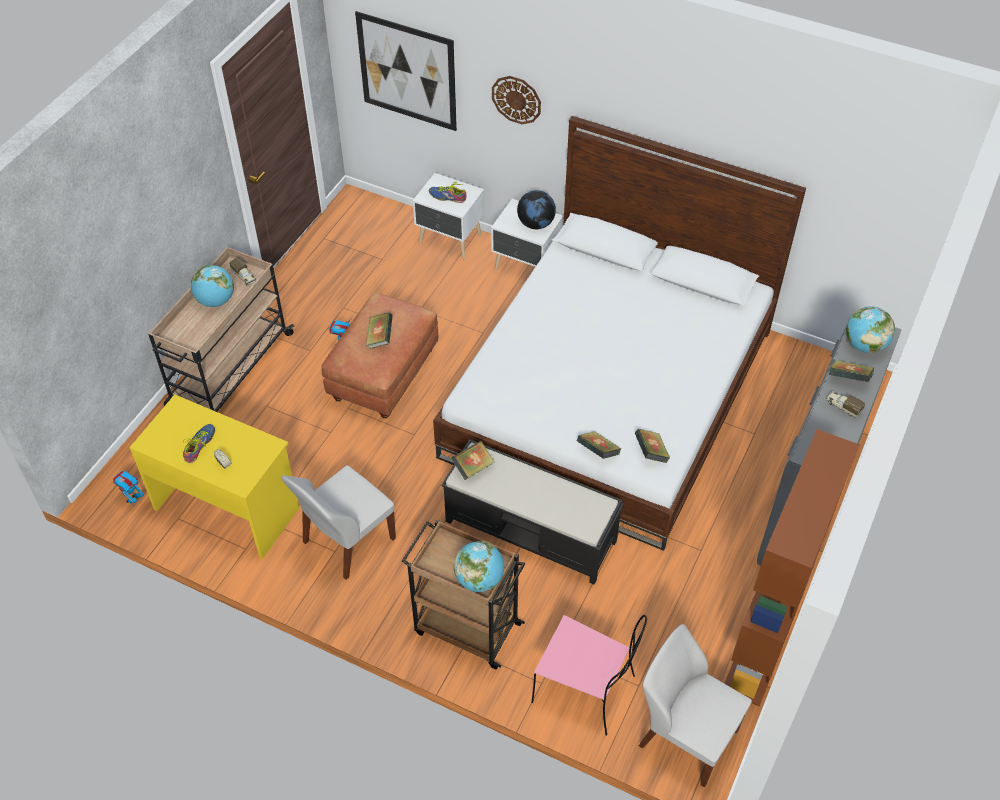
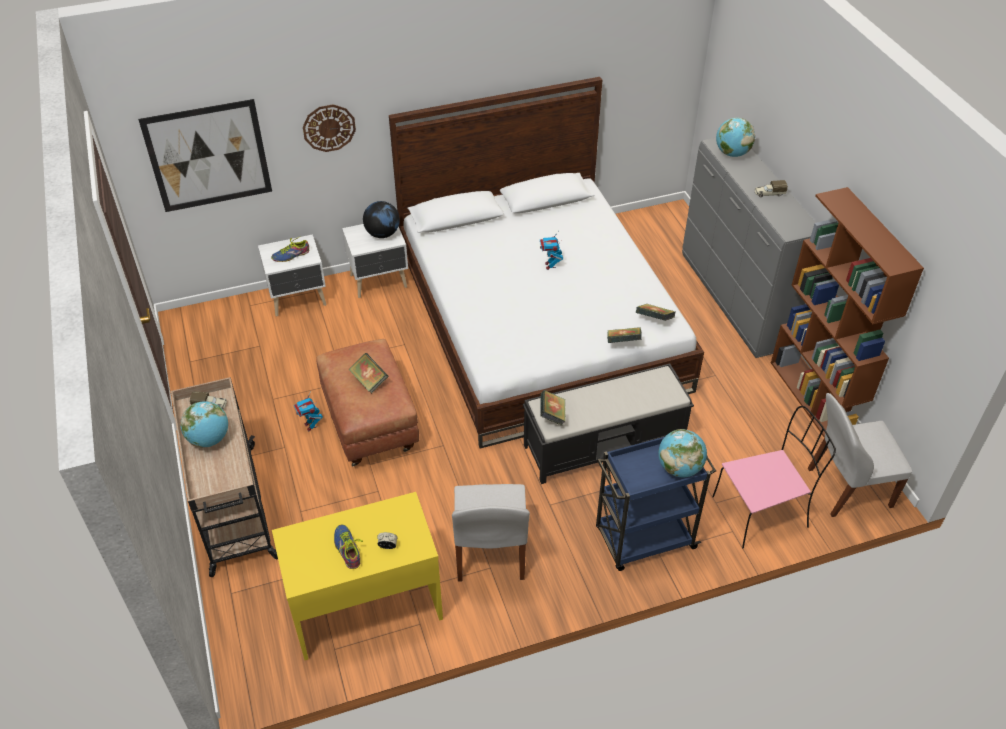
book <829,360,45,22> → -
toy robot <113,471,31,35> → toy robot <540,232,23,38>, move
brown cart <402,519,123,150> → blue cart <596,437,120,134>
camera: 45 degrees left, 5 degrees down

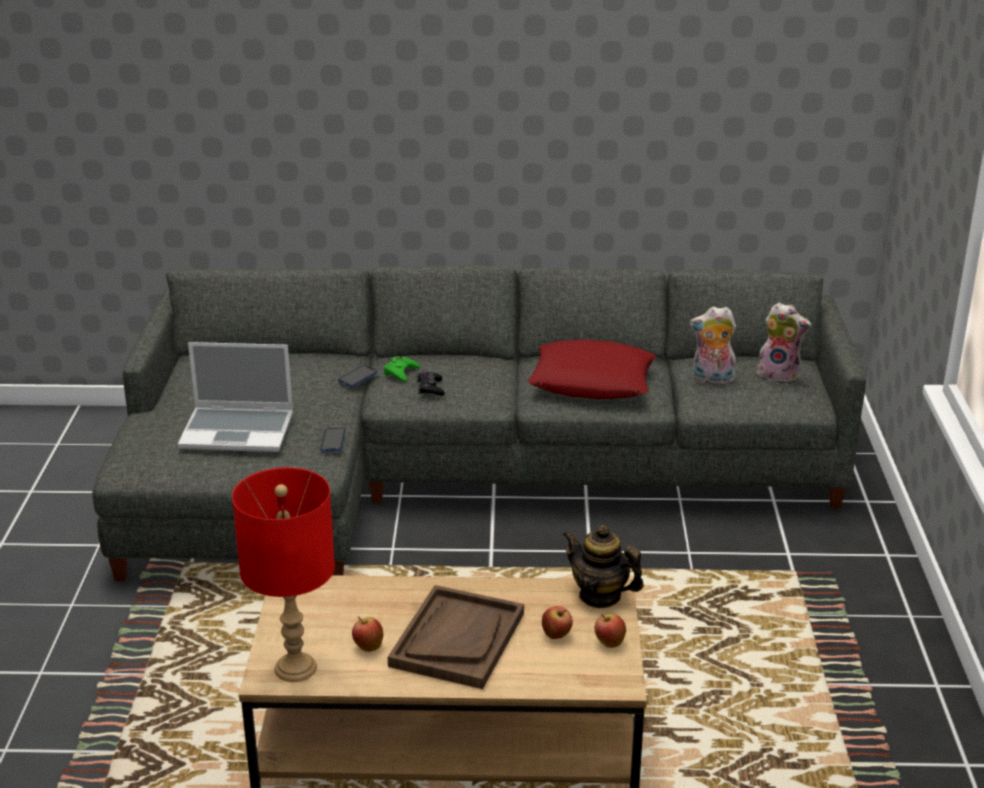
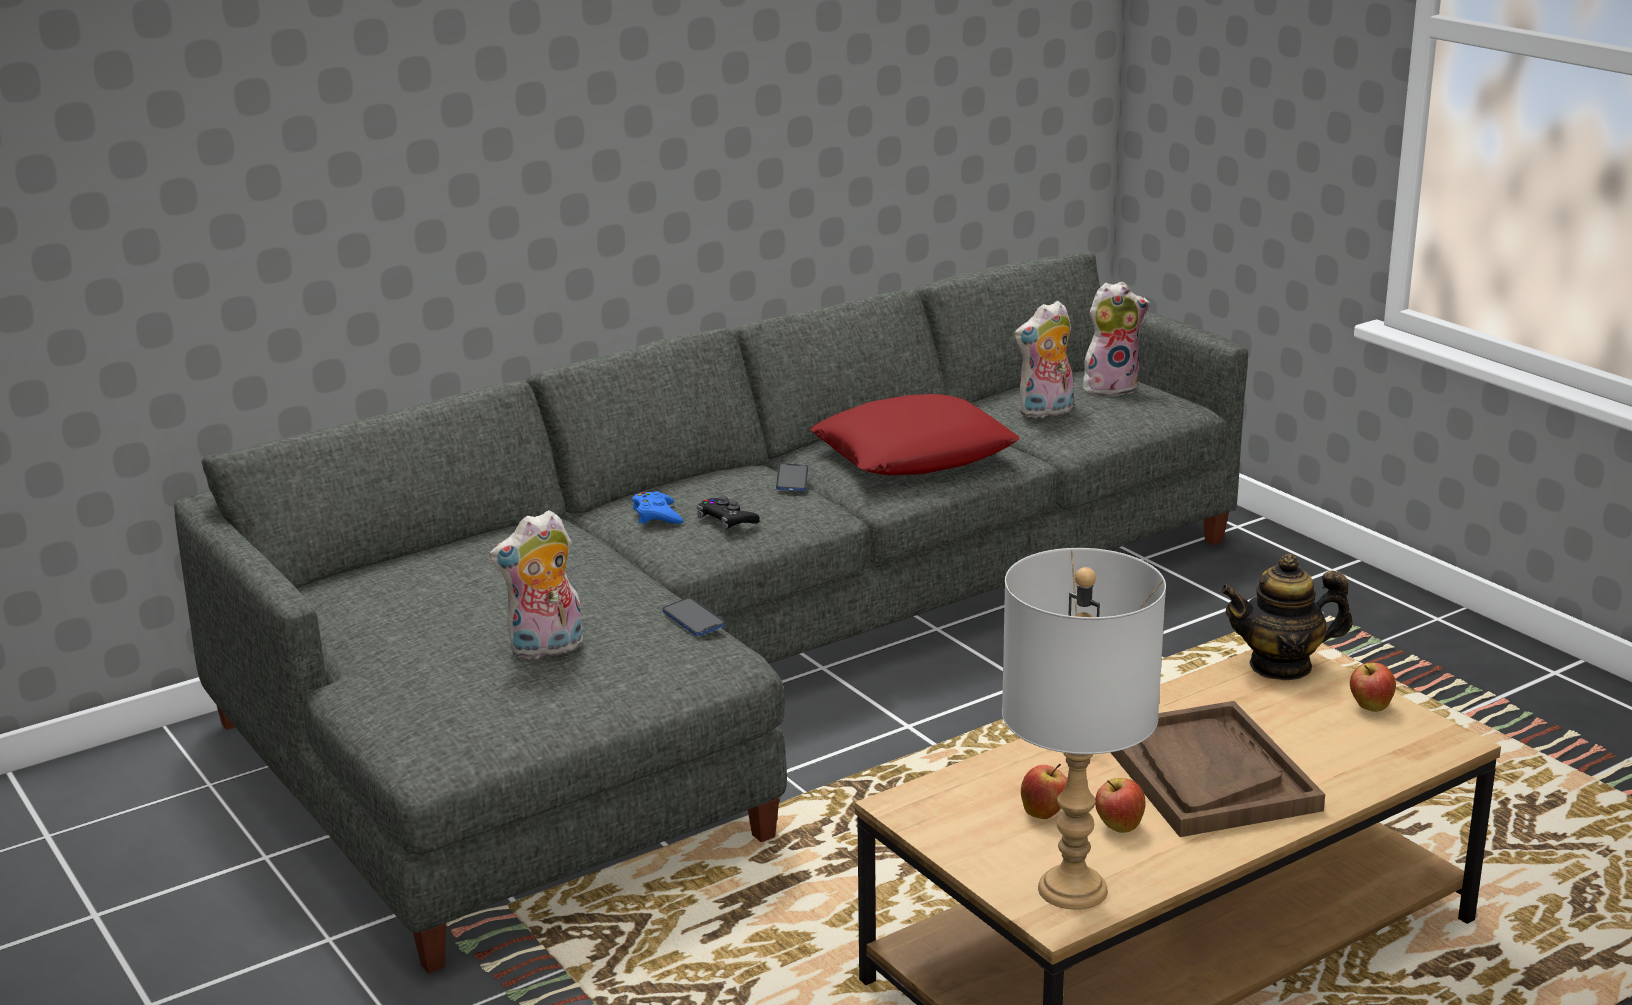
phone <338,365,39,22> → phone <776,463,32,28>, move
apple <542,606,31,33> → apple <1021,764,46,55>, move
laptop <178,342,115,110> → plush toy <489,510,94,150>
red table lamp <232,467,103,215> → grey table lamp <1002,548,164,362>
green game controller <384,356,36,26> → blue game controller <632,491,52,33>
camera: 35 degrees left, 5 degrees down

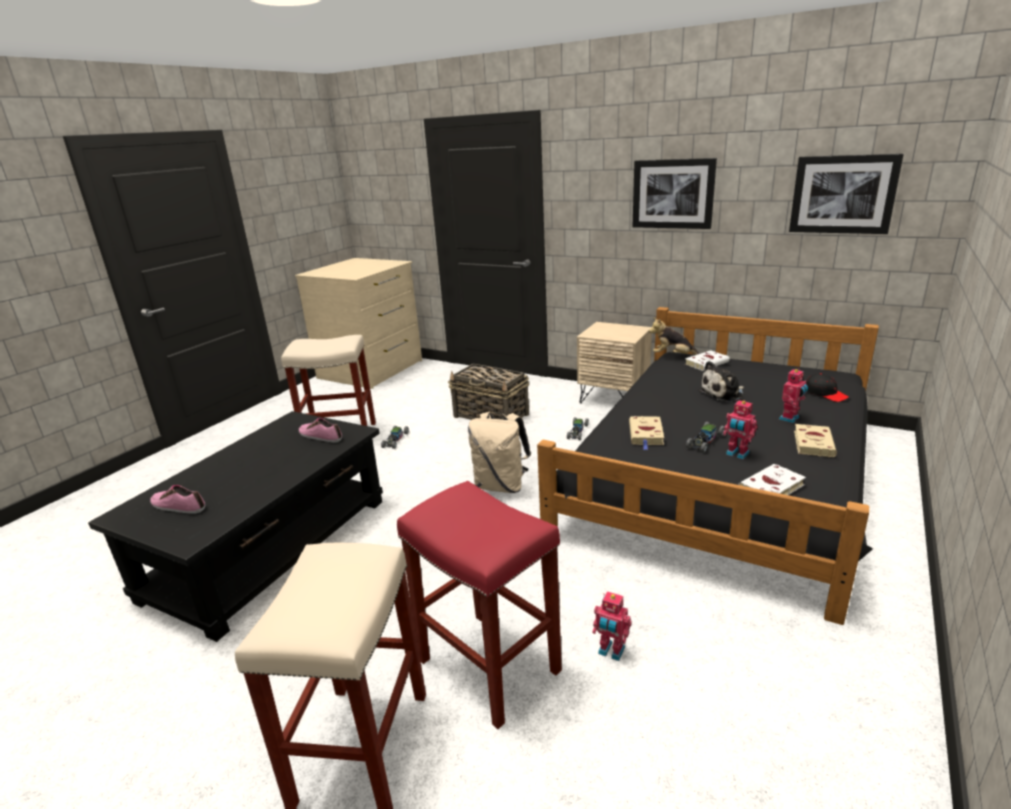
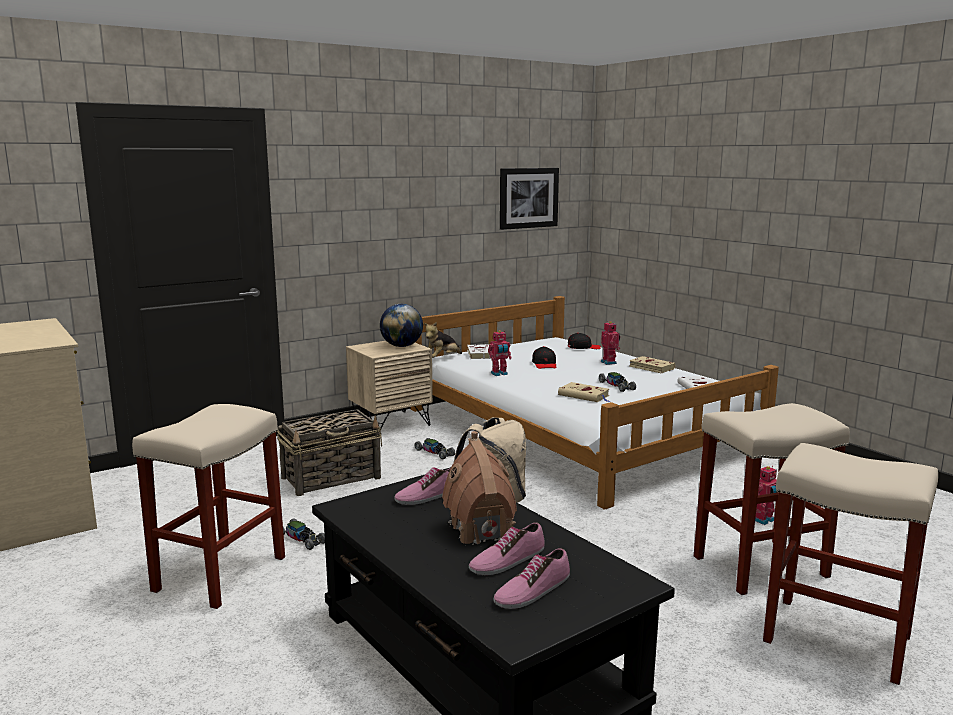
picture <633,158,84,71> → -
- → globe <380,304,43,43>
- → toy house <442,431,75,114>
- → shoe <469,523,76,52>
toy robot <723,400,34,59> → toy robot <488,330,24,46>, move
plush toy <698,361,46,41> → black cap <532,346,24,23>
red stool <397,481,165,248> → beige stool <694,403,156,192>
black bed <537,307,342,318> → white bed <410,296,369,214>
camera: 65 degrees left, 10 degrees down

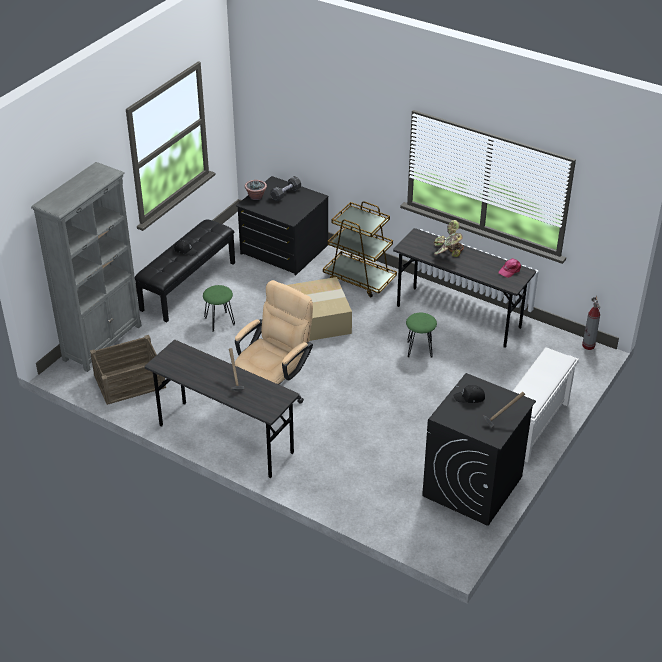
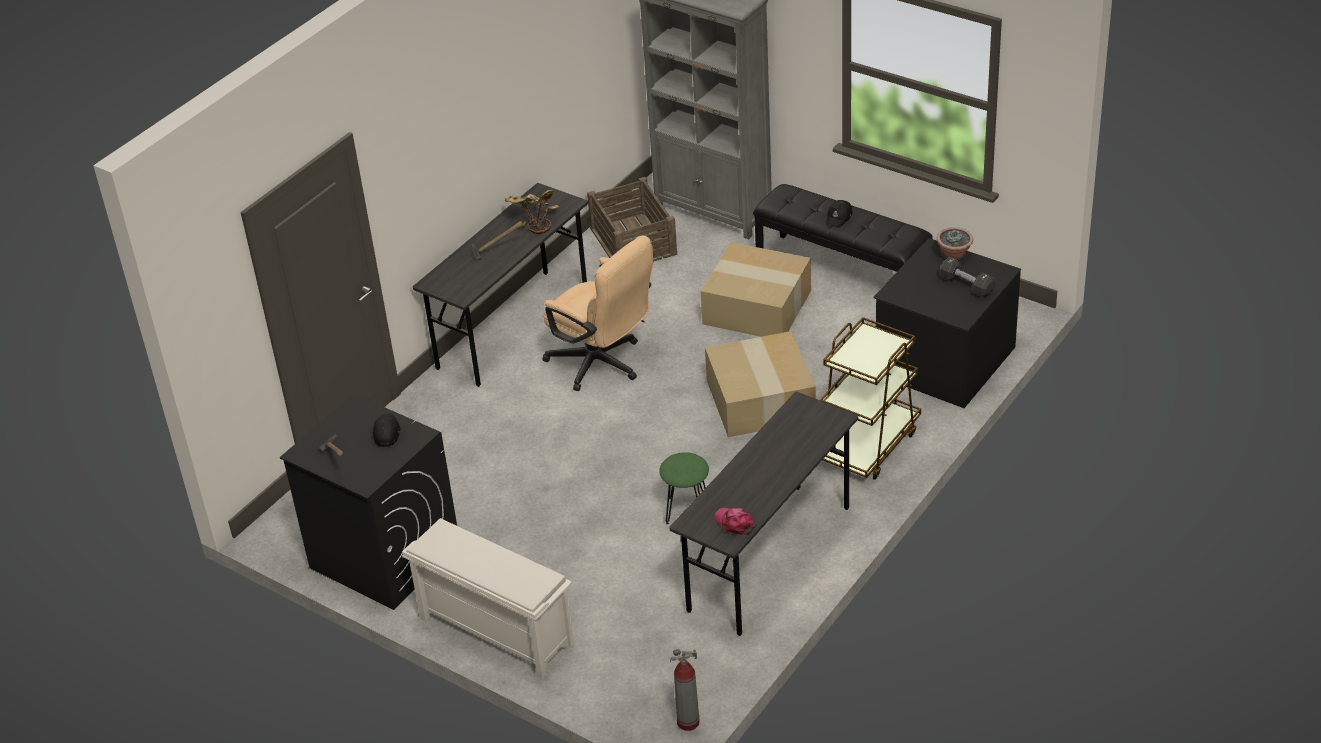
potted plant <434,220,30,37> → potted plant <505,190,54,44>, move
green stool <203,285,32,47> → cardboard box <701,242,110,95>
camera: 95 degrees right, 0 degrees up

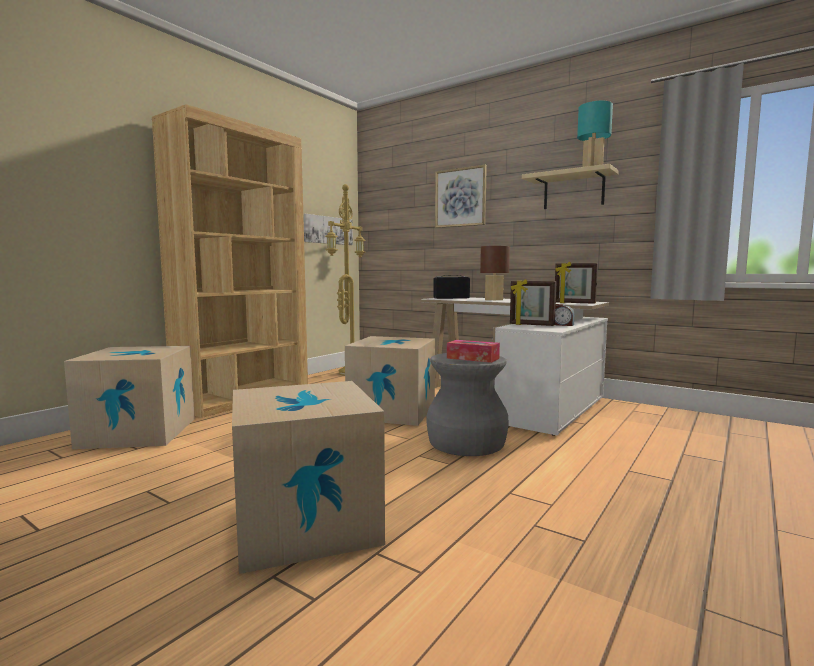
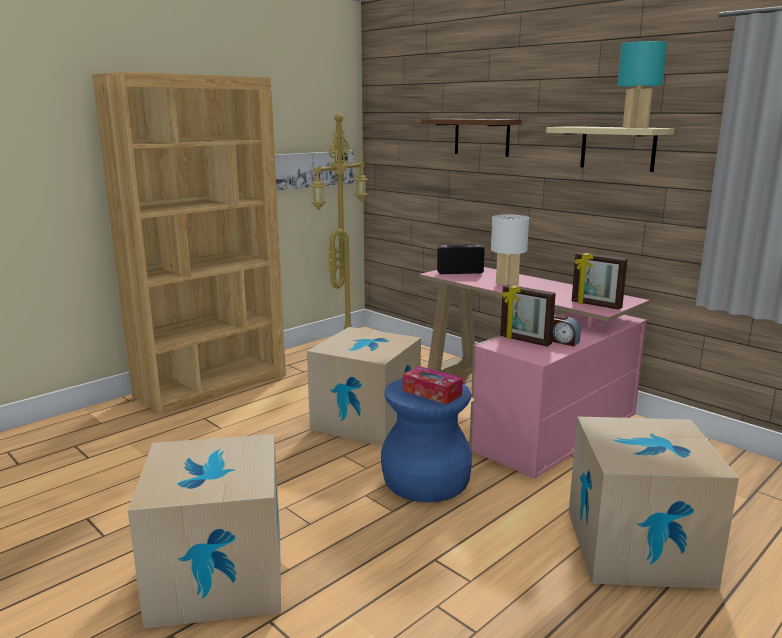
cardboard box <64,346,131,103> → cardboard box <569,416,170,173>, move
picture <435,165,52,63> → brown shelf <421,119,101,38>
white desk <420,297,189,139> → pink desk <420,267,230,212>
grey stool <426,353,82,103> → blue stool <381,378,91,124>
brown table lamp <480,246,30,55> → white table lamp <491,214,38,72>
camera: 10 degrees right, 10 degrees up

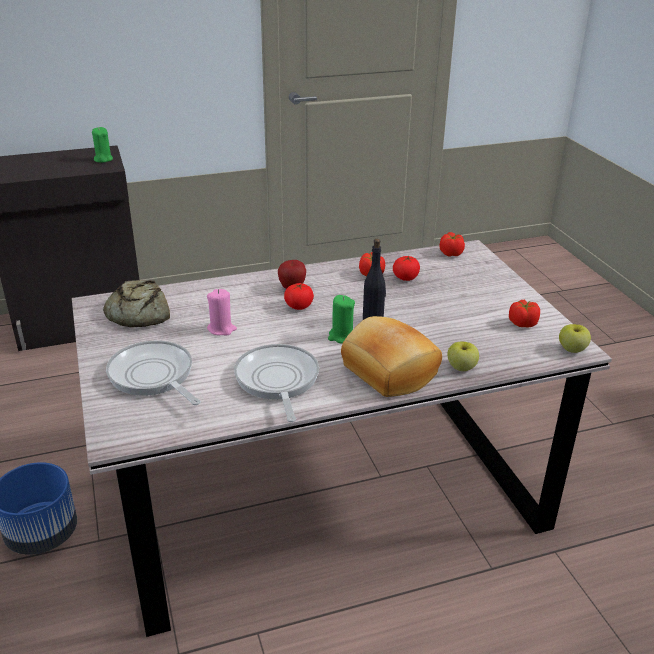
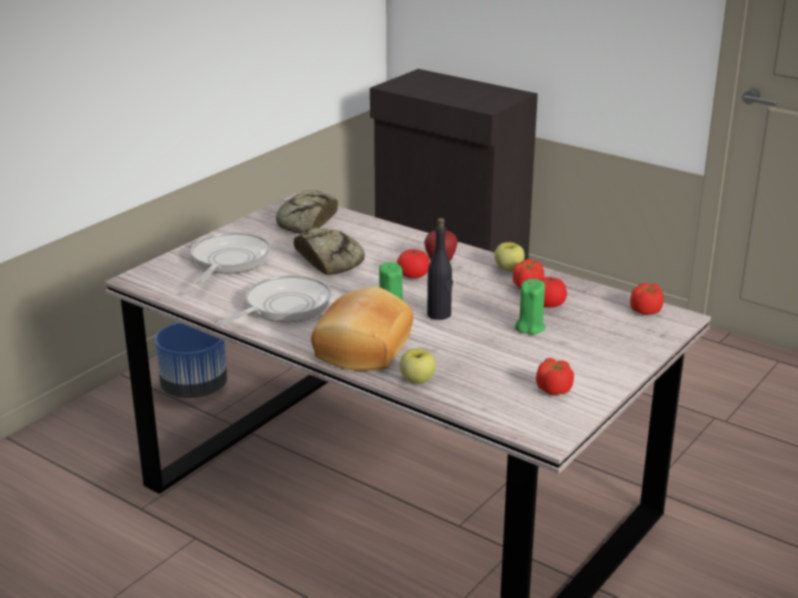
green candle <92,127,21,36> → green candle <515,279,31,56>, move
apple <559,324,32,29> → apple <494,242,31,29>, move
pink candle <207,289,30,47> → bread <294,228,71,47>
camera: 55 degrees right, 5 degrees down

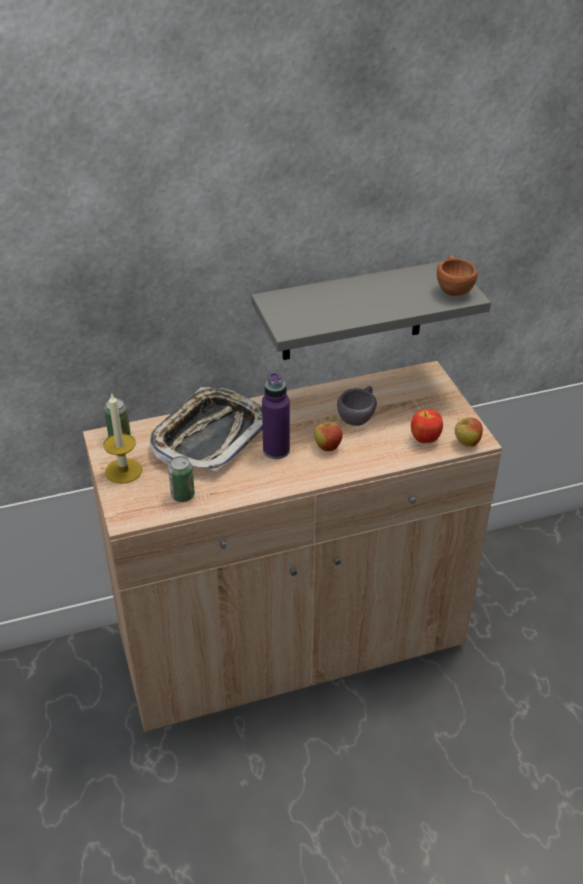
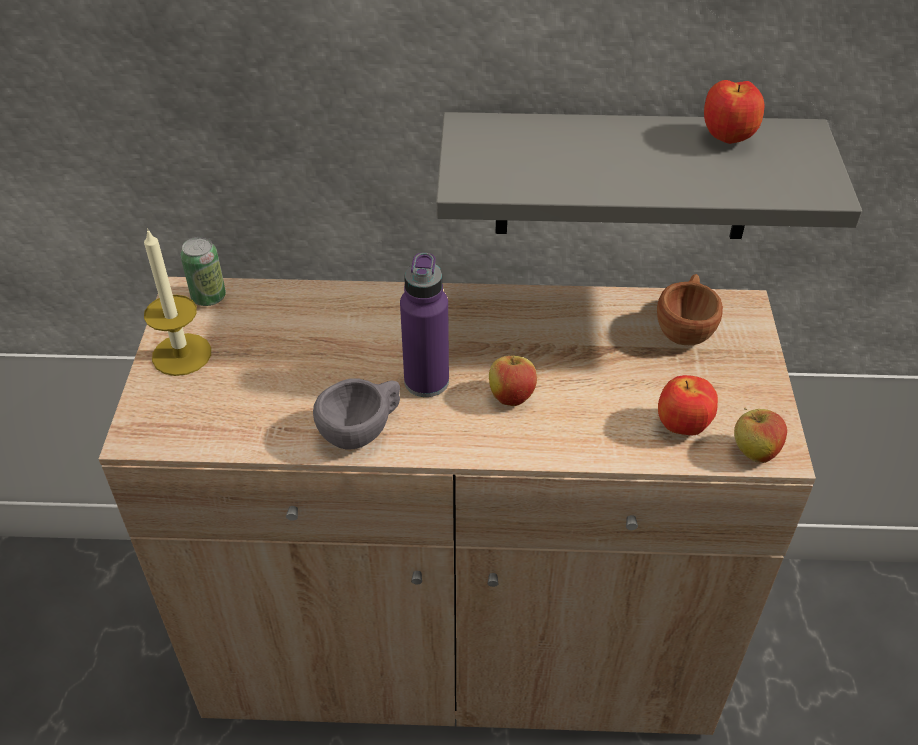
tray <150,387,113,85> → -
can <168,456,27,46> → -
- → apple <704,80,60,64>
grey cup <337,386,40,40> → grey cup <313,379,87,71>, move
brown cup <437,255,40,41> → brown cup <657,274,66,71>, move
camera: 20 degrees right, 5 degrees up

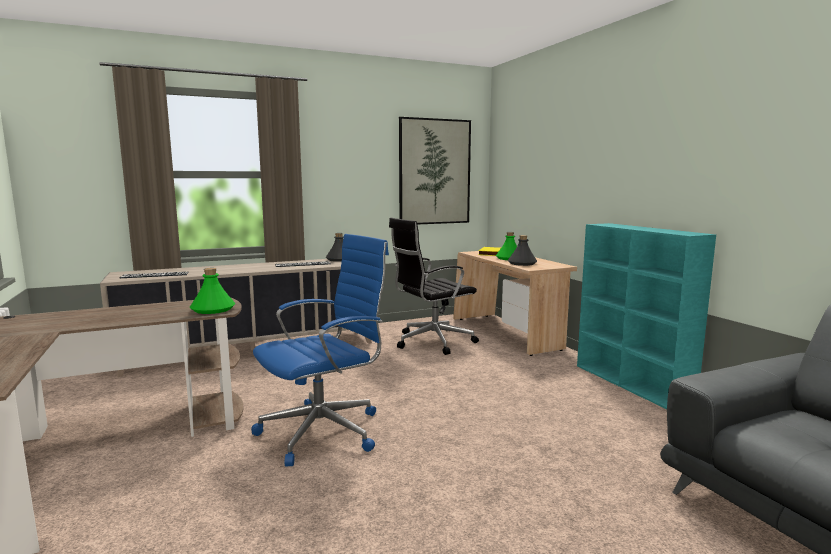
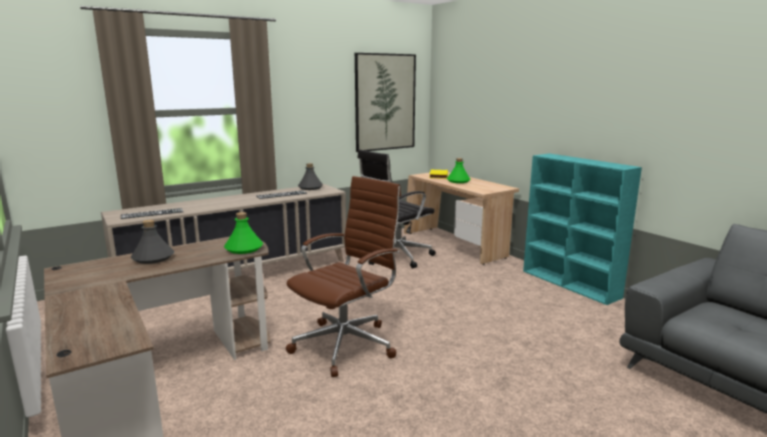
grey bottle <508,235,29,31> → grey bottle <131,220,43,44>, move
blue office chair <251,234,138,232> → brown office chair <286,176,115,201>
camera: 10 degrees left, 5 degrees up

